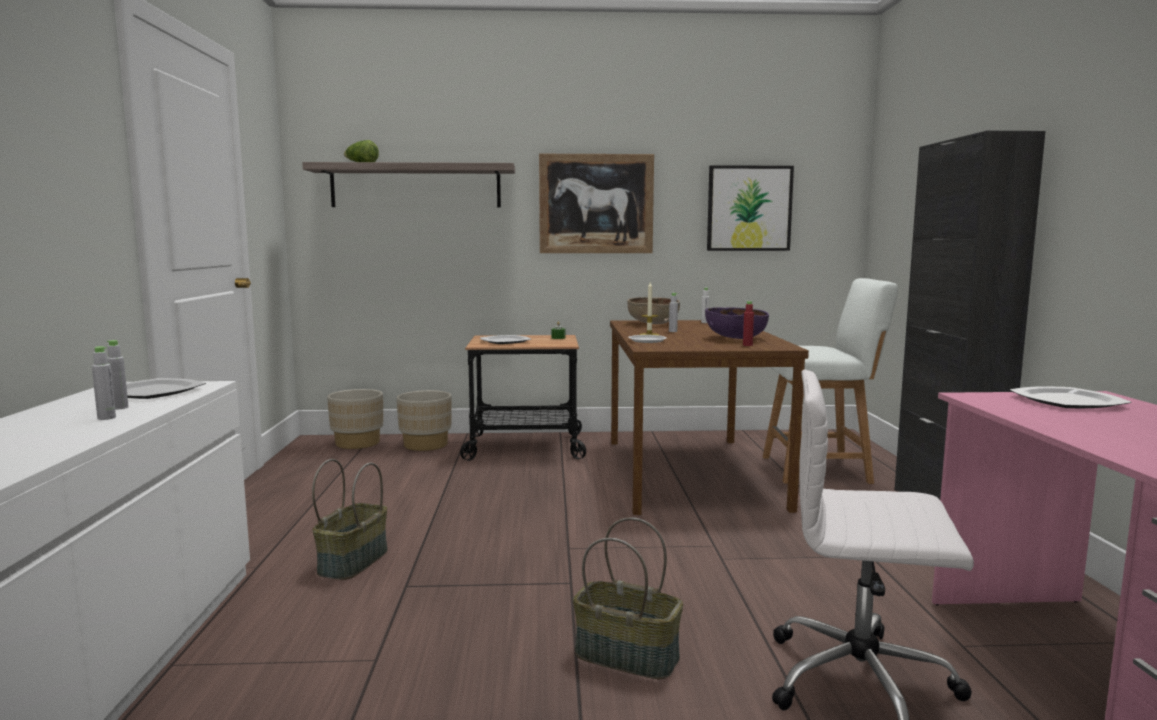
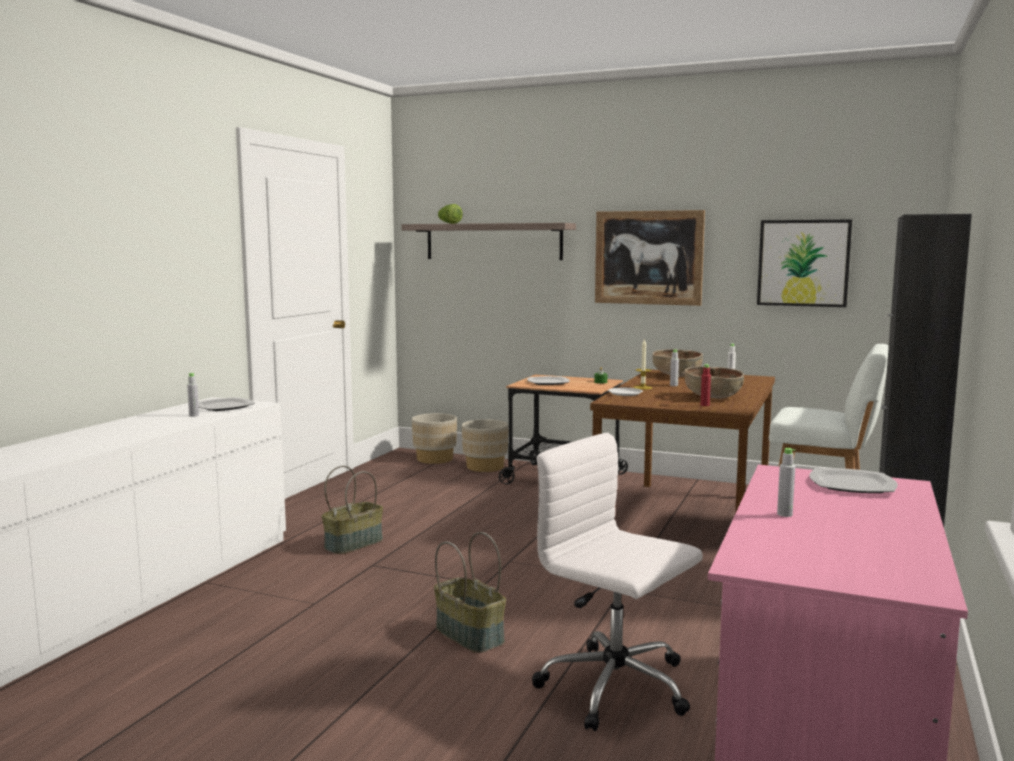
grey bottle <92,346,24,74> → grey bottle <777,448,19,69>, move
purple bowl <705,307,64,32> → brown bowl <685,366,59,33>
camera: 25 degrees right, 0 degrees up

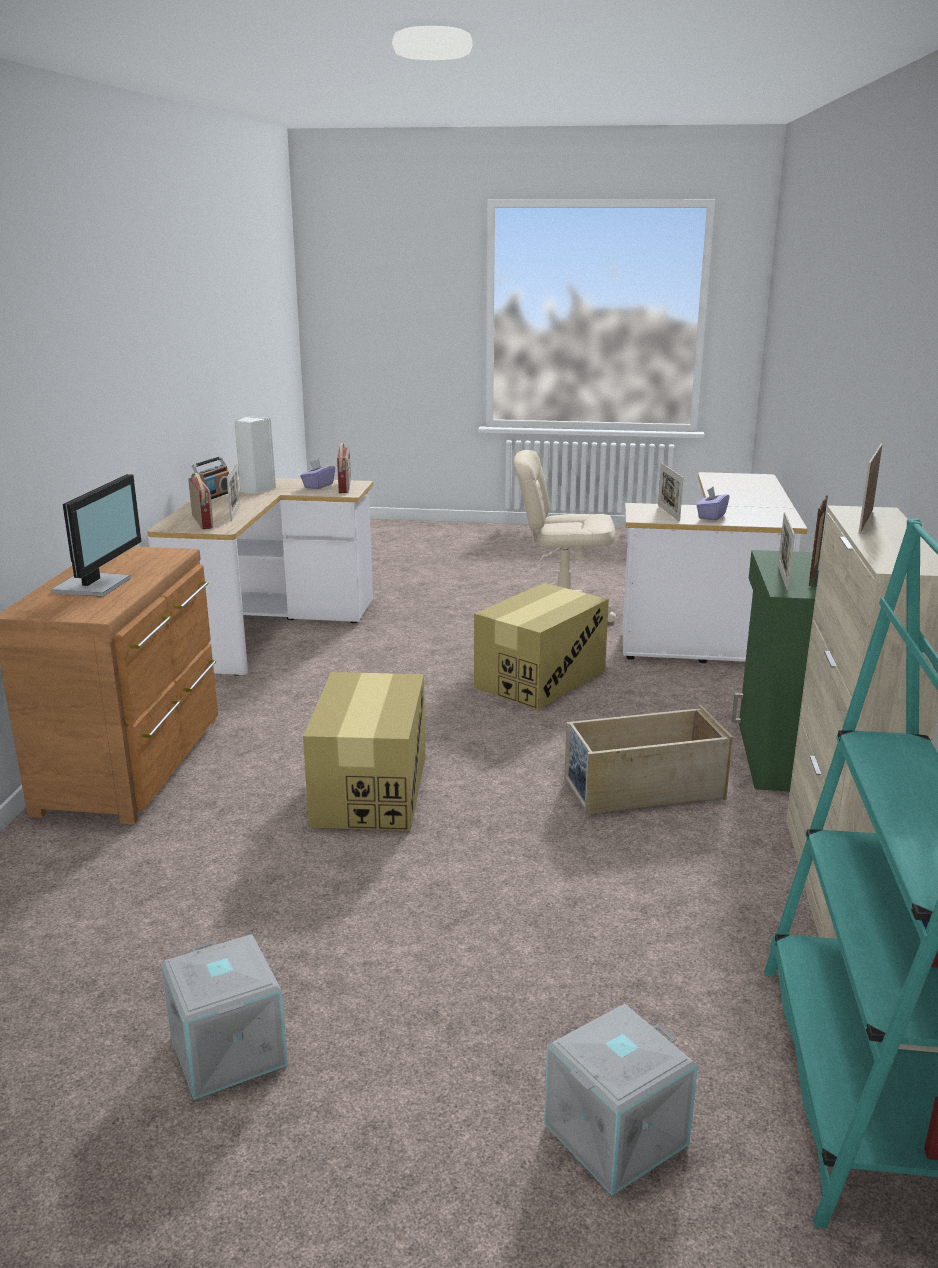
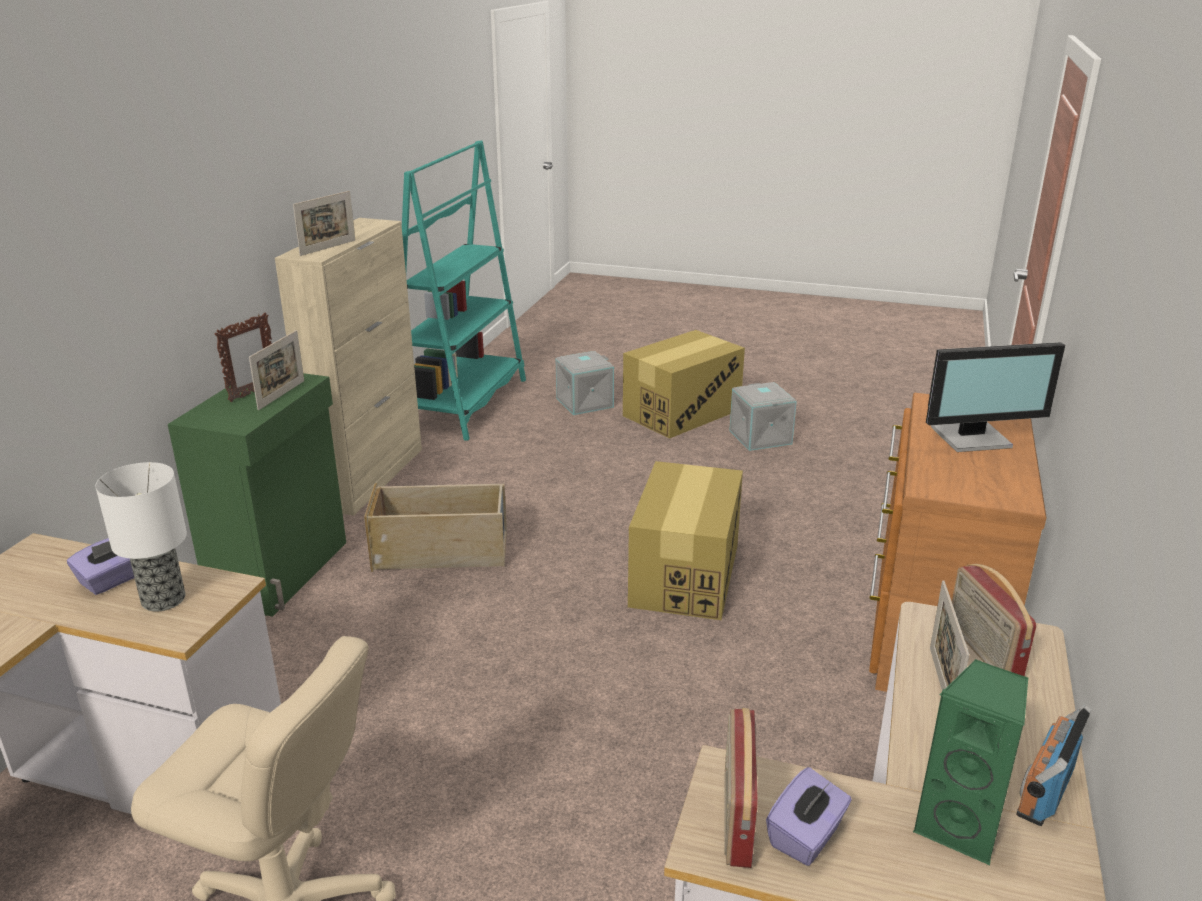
cardboard box <474,583,135,127> → cardboard box <623,330,122,108>, move
picture frame <658,463,25,58> → table lamp <95,462,92,150>
white speaker <234,416,42,78> → green speaker <913,659,115,206>
monitor <51,474,90,123> → monitor <926,342,139,110>, 120 degrees counterclockwise
camera: 170 degrees left, 5 degrees up

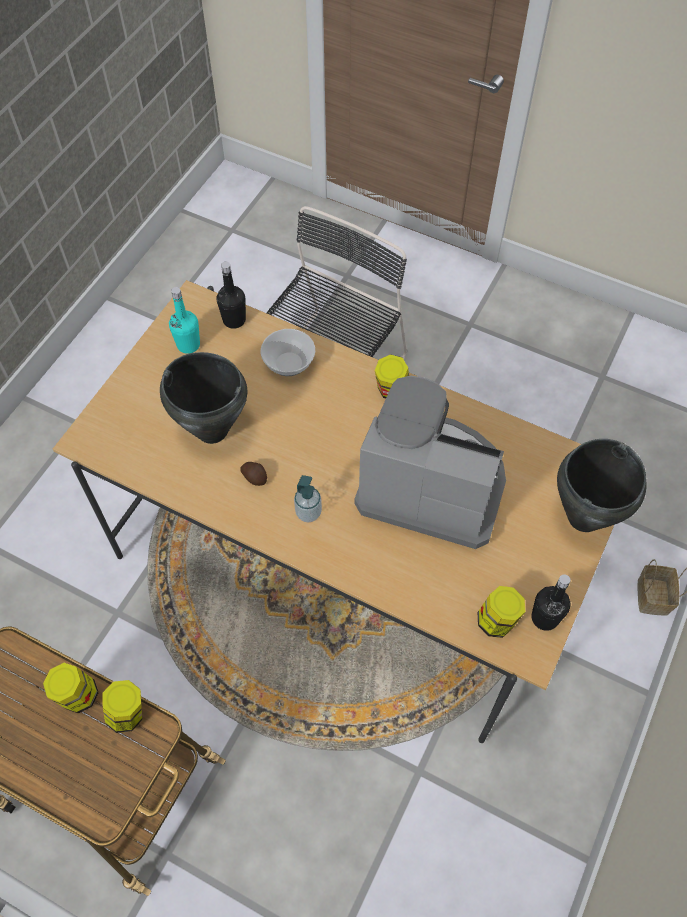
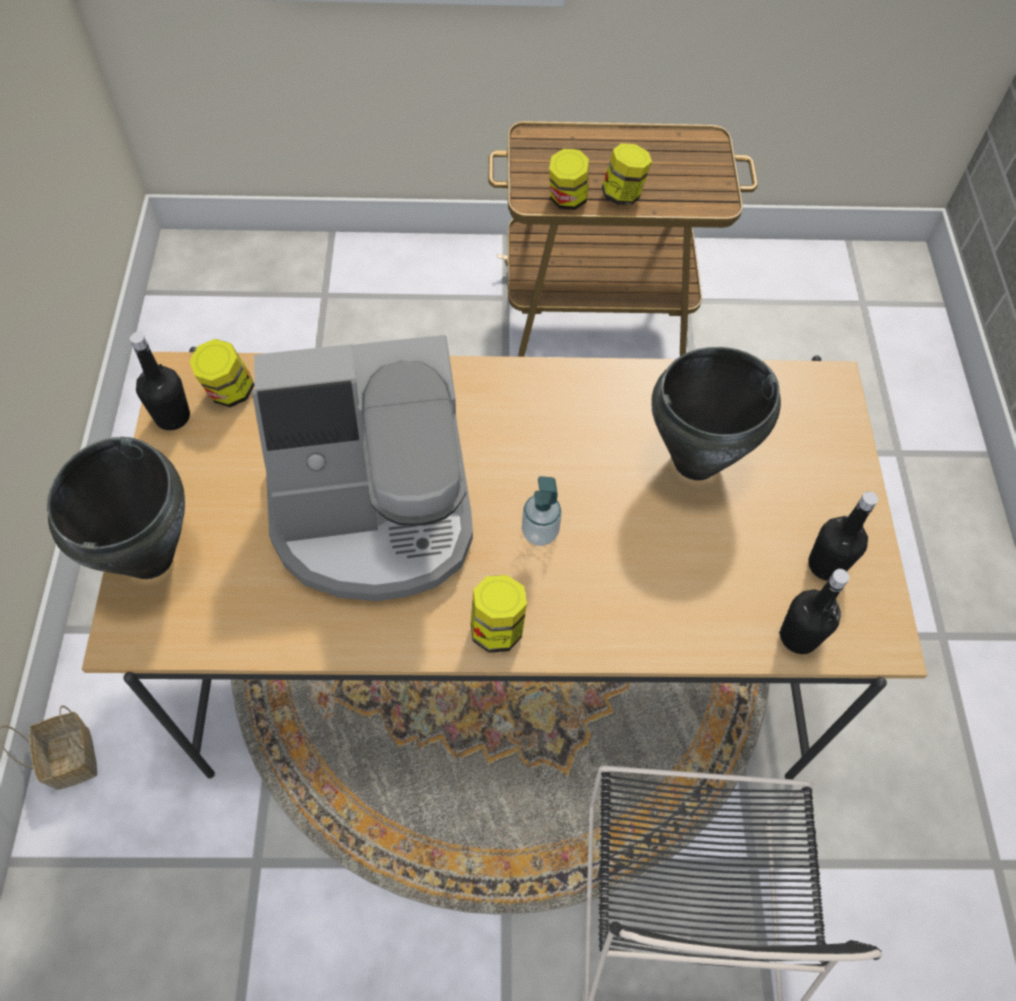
potato <240,462,27,24> → -
bowl <261,329,54,47> → -
soap dispenser <294,475,28,48> → soap dispenser <522,476,40,70>, move
turquoise bottle <169,287,31,67> → black bottle <808,491,70,90>
camera: 150 degrees right, 0 degrees up

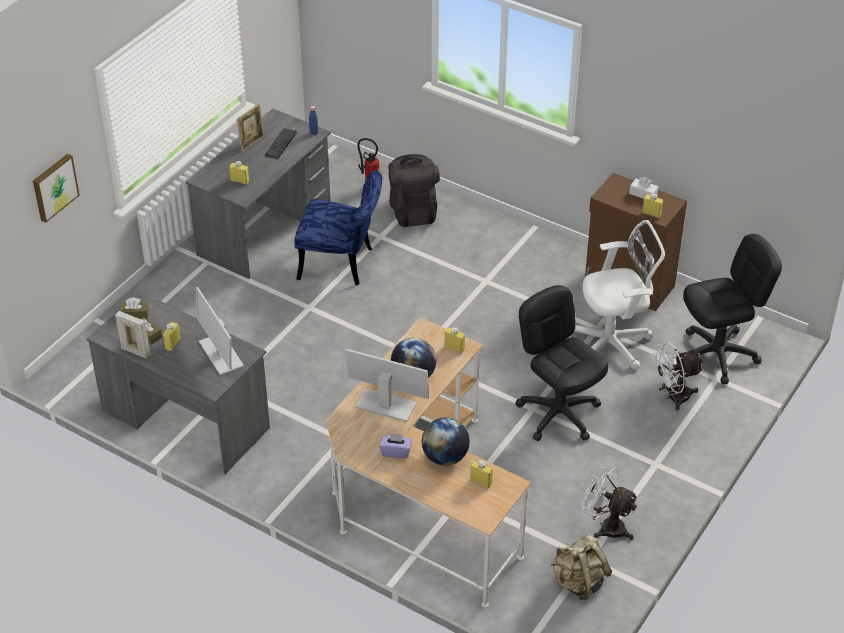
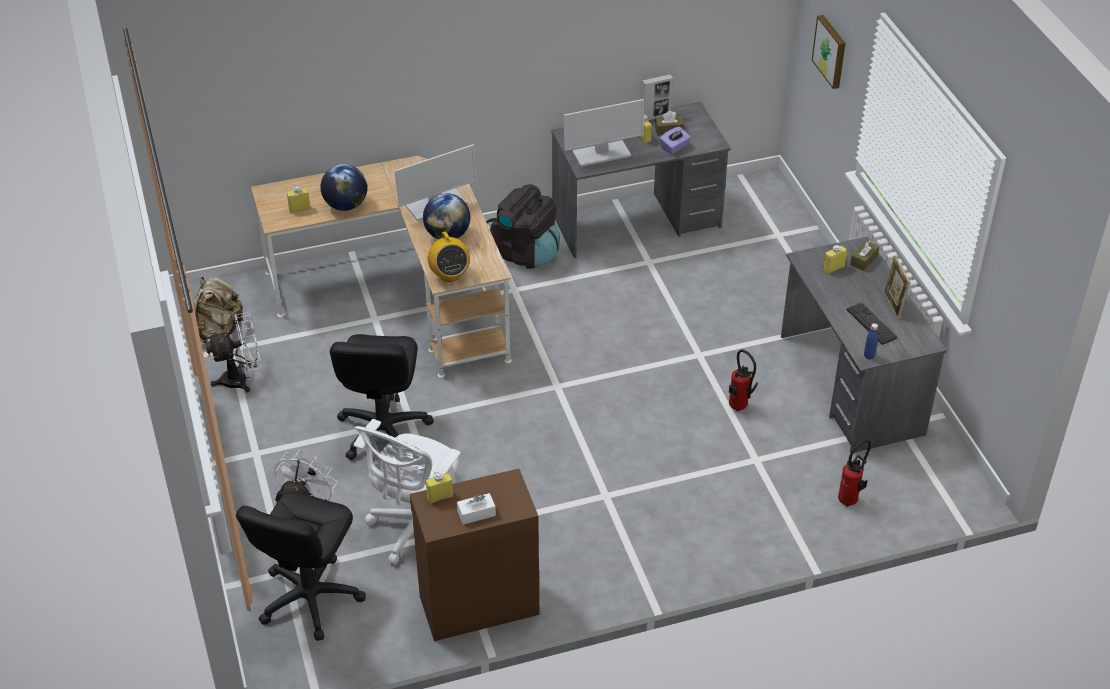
brown tissue box <120,298,28,21> → brown tissue box <850,240,29,31>, move
purple tissue box <380,433,32,25> → purple tissue box <659,127,32,27>, move
black backpack <388,154,52,73> → black backpack <486,184,74,85>, move
blue chair <294,170,88,115> → fire extinguisher <729,349,29,62>
yellow bottle <444,327,21,26> → radio <428,231,42,51>
monitor <196,287,48,89> → monitor <564,99,80,68>, 150 degrees clockwise
black office chair <515,285,93,156> → black office chair <330,334,104,126>, 90 degrees clockwise
camera: 130 degrees right, 0 degrees up

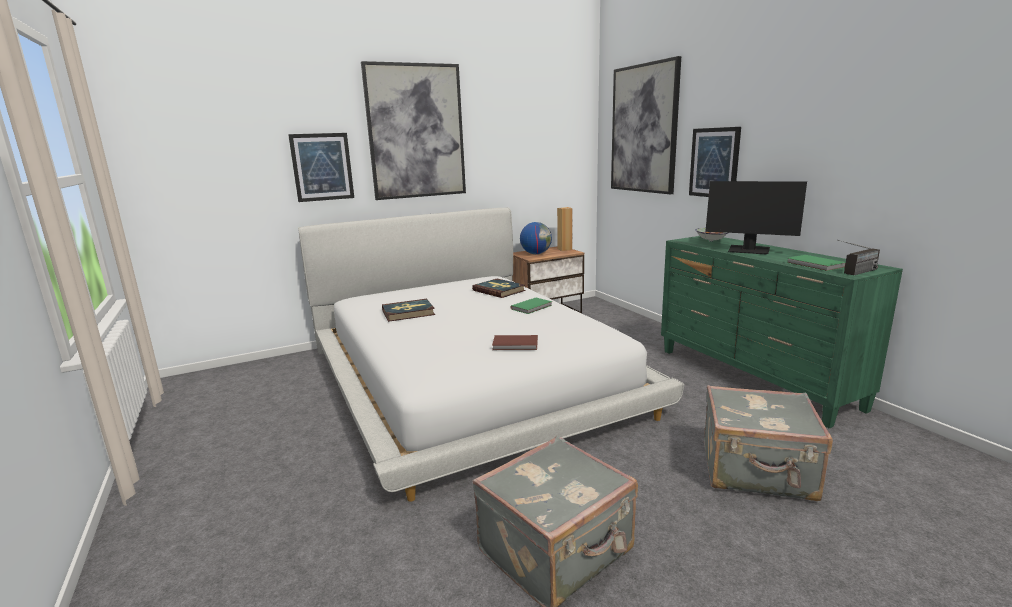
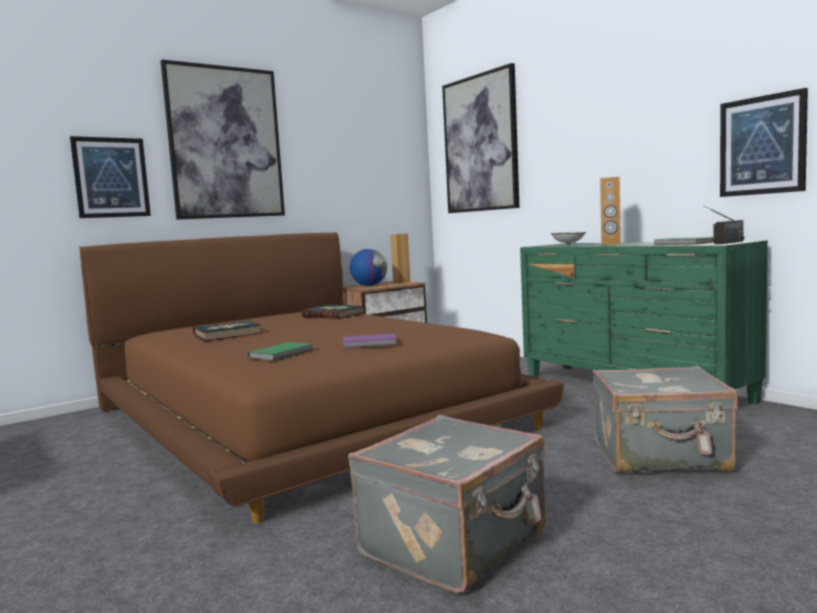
green book <511,298,41,16> → green book <248,342,65,19>, move
picture <689,127,52,70> → picture <720,88,88,109>, move
monitor <705,181,102,73> → brown speaker <600,177,21,68>
white bed <298,207,386,295> → brown bed <79,232,485,292>
brown book <492,335,46,15> → purple book <343,333,54,16>
camera: 10 degrees left, 10 degrees down

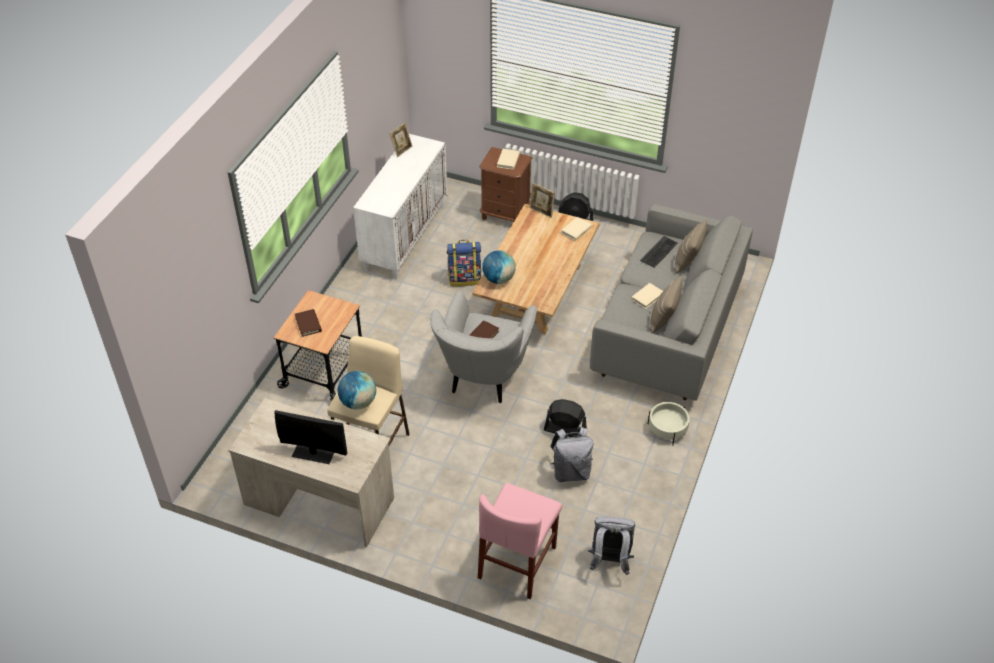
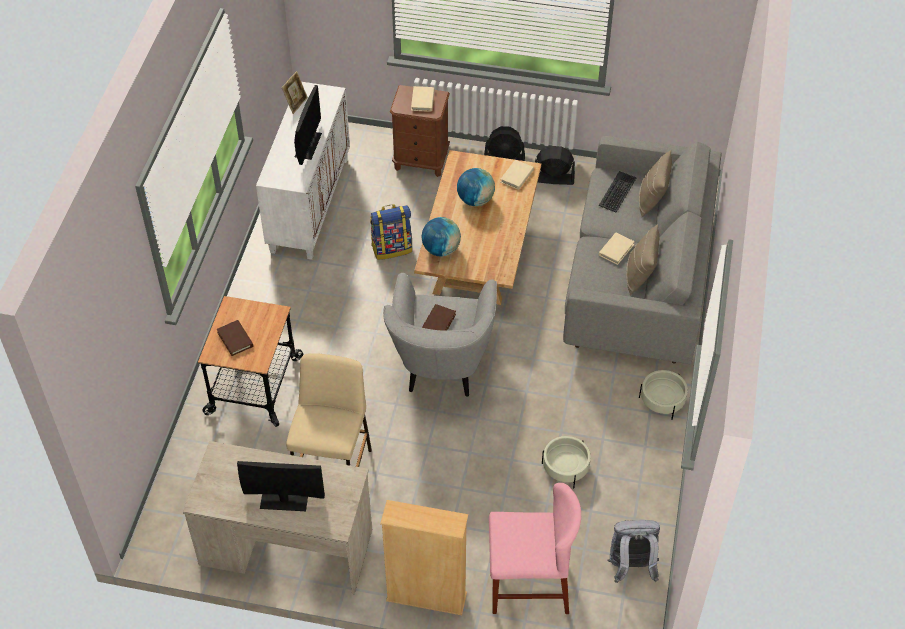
picture frame <530,183,25,35> → -
- → monitor <294,85,28,80>
- → beige bookcase <380,500,88,115>
globe <338,371,38,39> → globe <457,168,38,38>, move
black fan <544,399,43,38> → black fan <535,146,40,39>, move
grey backpack <550,427,43,55> → beige planter <542,436,49,53>
pink chair <478,483,84,116> → pink chair <489,483,92,131>, 105 degrees counterclockwise
camera: 10 degrees left, 5 degrees up

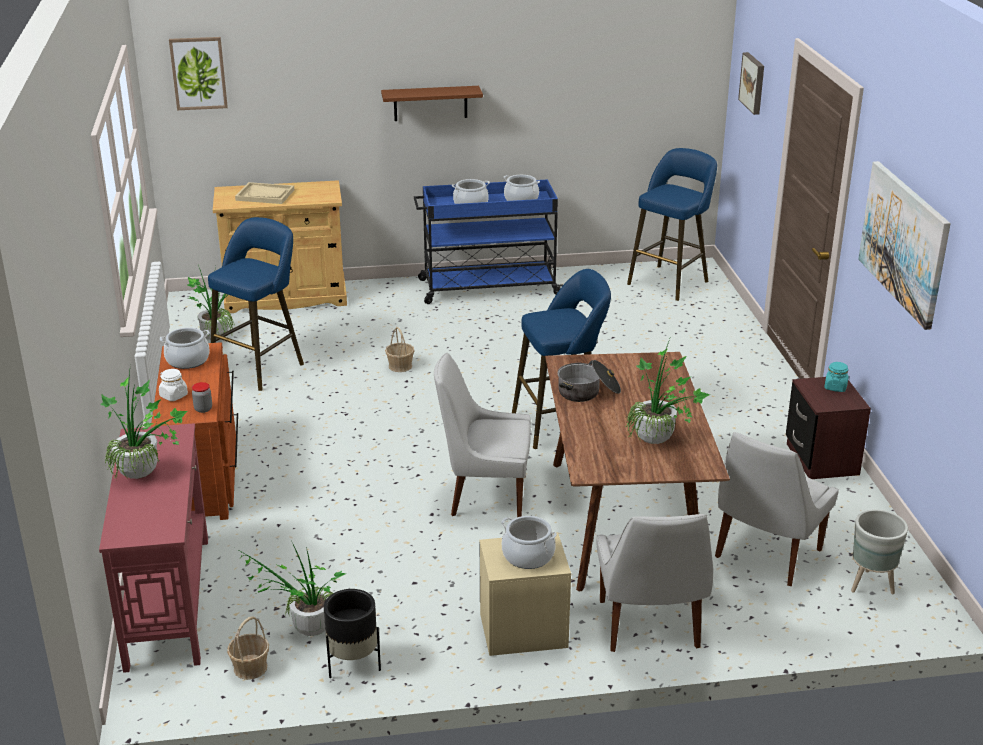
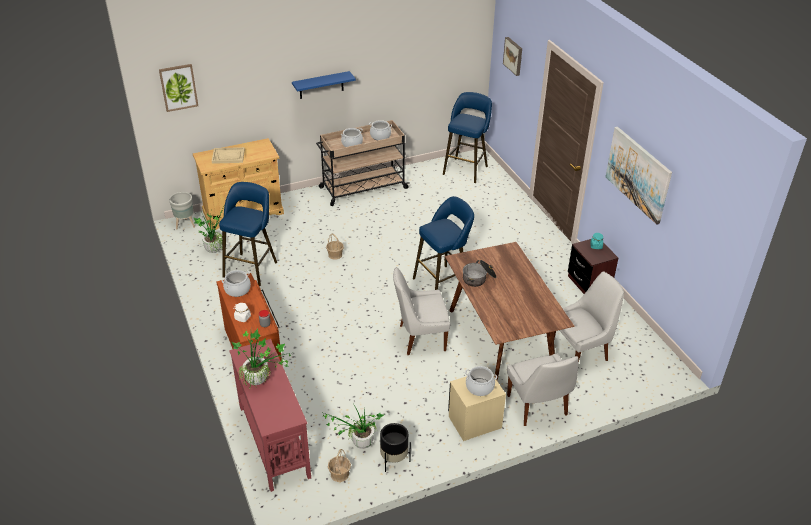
potted plant <625,339,85,105> → -
grey planter <851,509,57,85> → grey planter <169,192,26,37>, move
brown shelf <381,86,102,35> → blue shelf <292,71,64,28>
blue cart <414,179,149,125> → beige cart <316,120,94,86>
white chair <715,432,124,154> → white chair <553,271,71,92>, 135 degrees counterclockwise
camera: 15 degrees left, 10 degrees up

